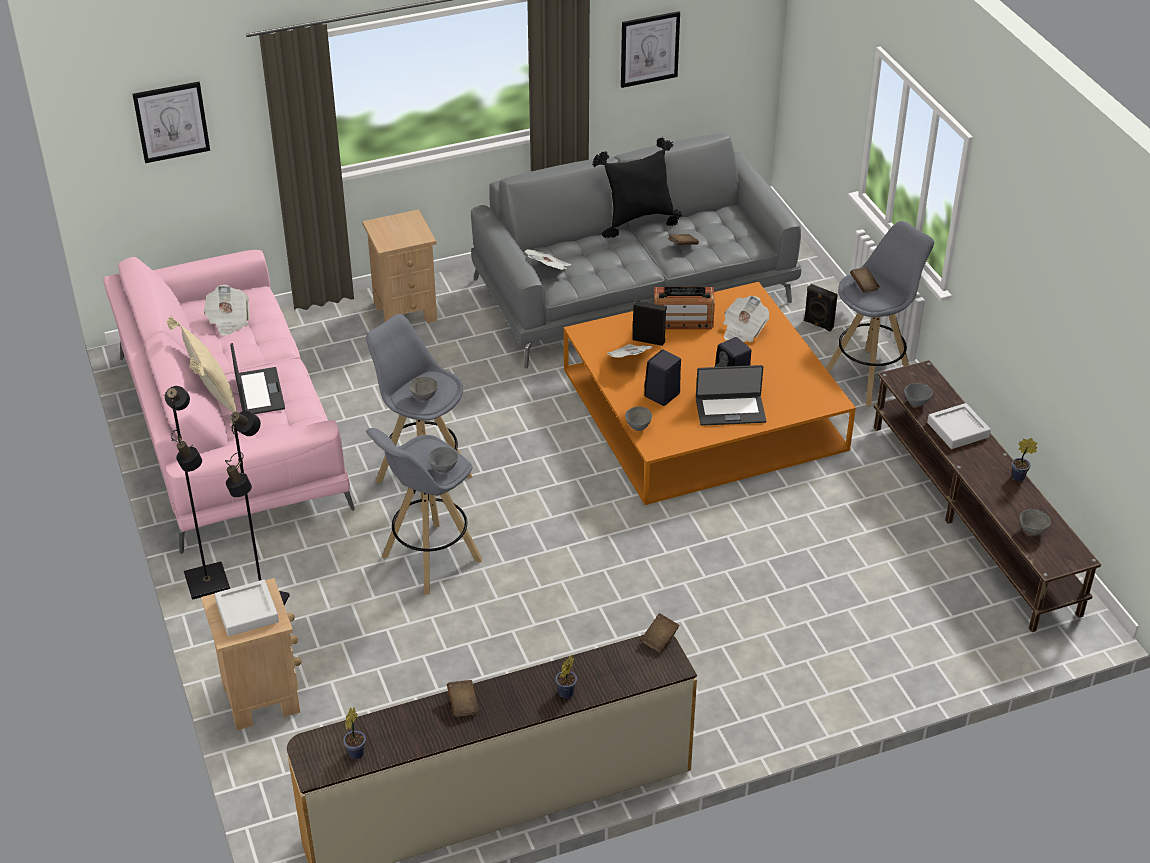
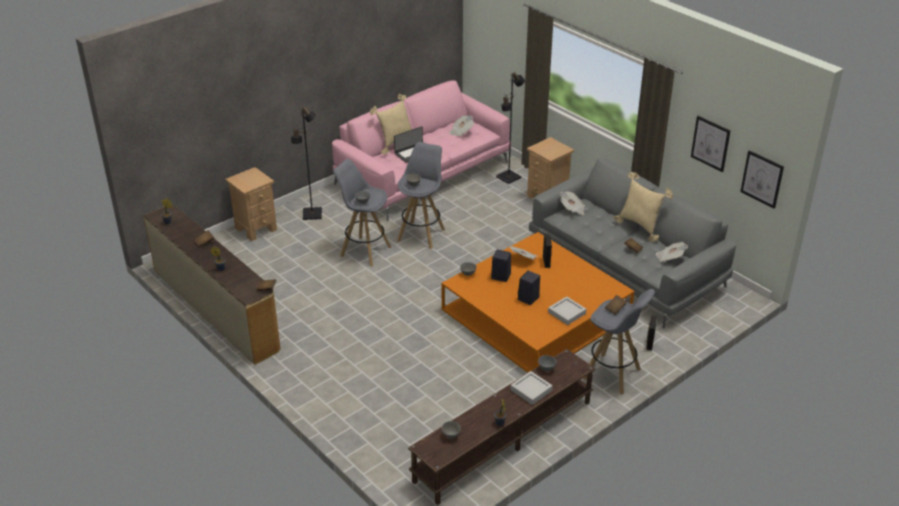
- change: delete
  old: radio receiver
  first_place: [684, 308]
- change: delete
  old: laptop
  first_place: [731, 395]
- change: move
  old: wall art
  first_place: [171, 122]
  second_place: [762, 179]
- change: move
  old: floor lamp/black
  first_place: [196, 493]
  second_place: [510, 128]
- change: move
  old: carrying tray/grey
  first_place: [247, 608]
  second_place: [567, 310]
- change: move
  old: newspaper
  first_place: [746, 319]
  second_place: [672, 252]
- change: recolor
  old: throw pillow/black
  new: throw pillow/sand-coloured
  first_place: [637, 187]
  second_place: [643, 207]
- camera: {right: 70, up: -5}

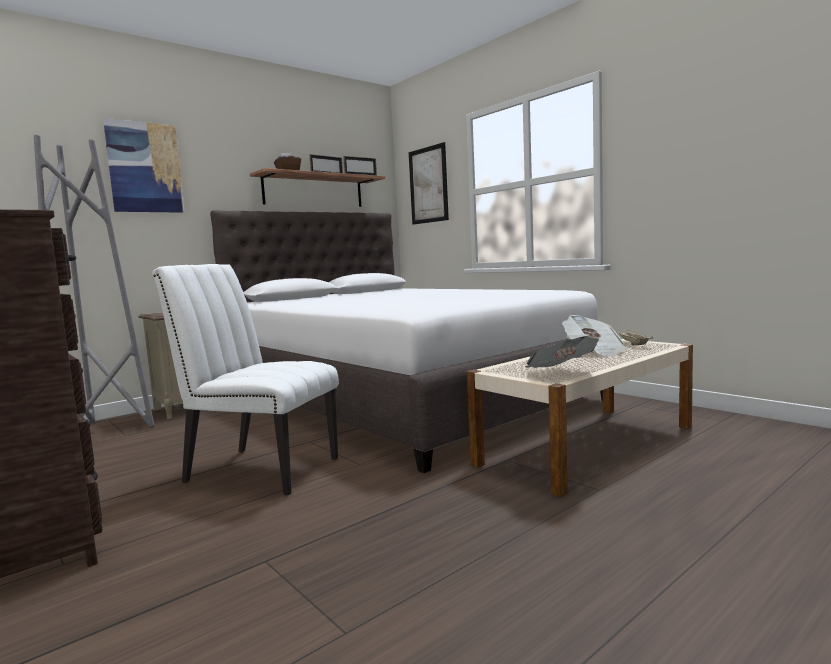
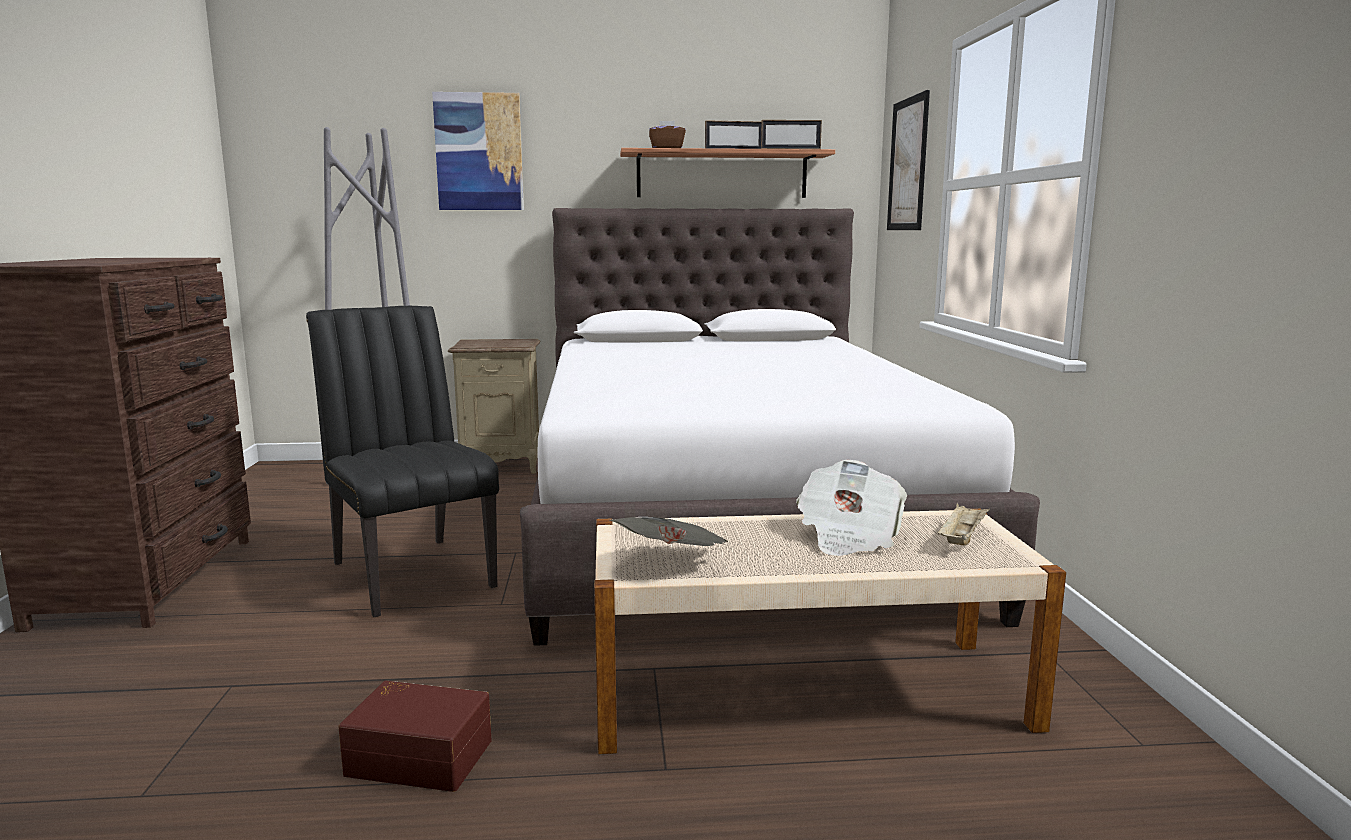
- change: insert
  new: storage bin/brownish
  second_place: [415, 736]
- change: recolor
  old: chair/whitish
  new: chair/black
  first_place: [246, 379]
  second_place: [402, 461]
- camera: {right: 35, up: 5}

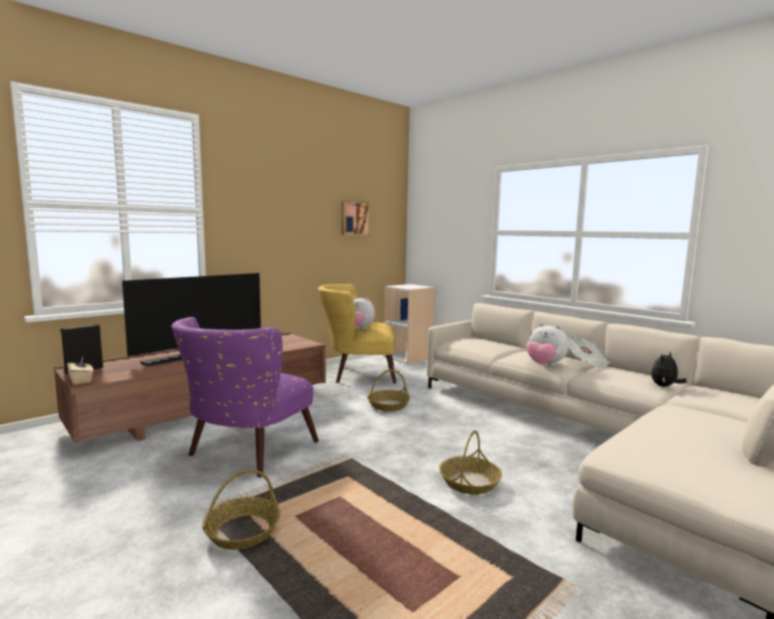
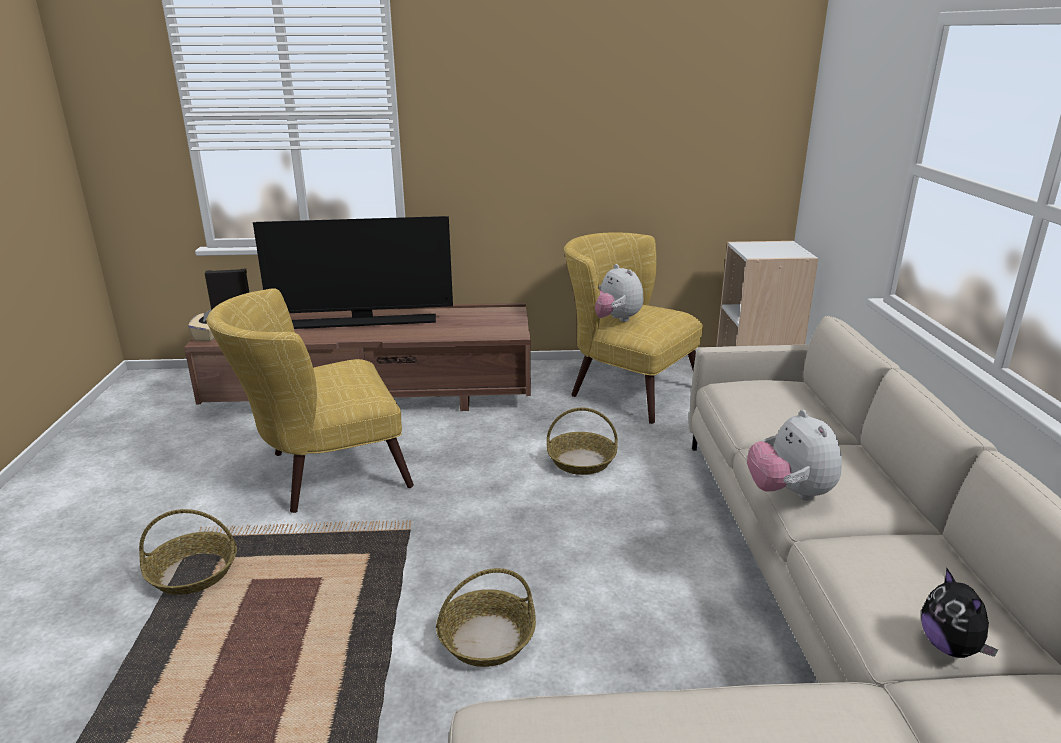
- change: delete
  old: wall art
  first_place: [355, 218]
- change: delete
  old: newspaper
  first_place: [589, 353]
- change: recolor
  old: armchair/purple
  new: armchair/yellow-coloured
  first_place: [245, 397]
  second_place: [310, 400]
- change: rotate
  old: soft toy
  first_place: [669, 369]
  second_place: [959, 613]
  degrees: -105
- camera: {right: 40, up: 15}

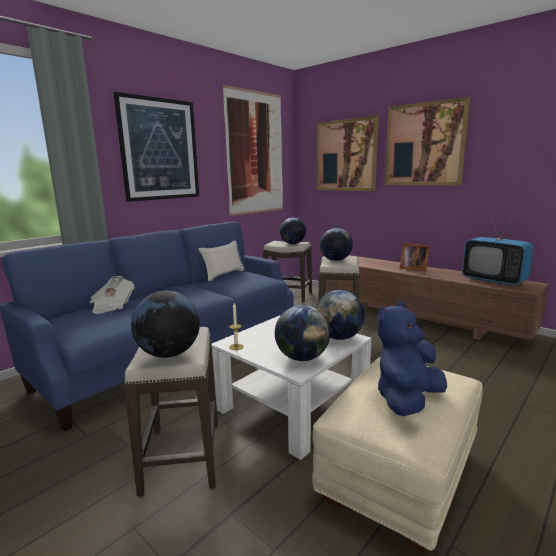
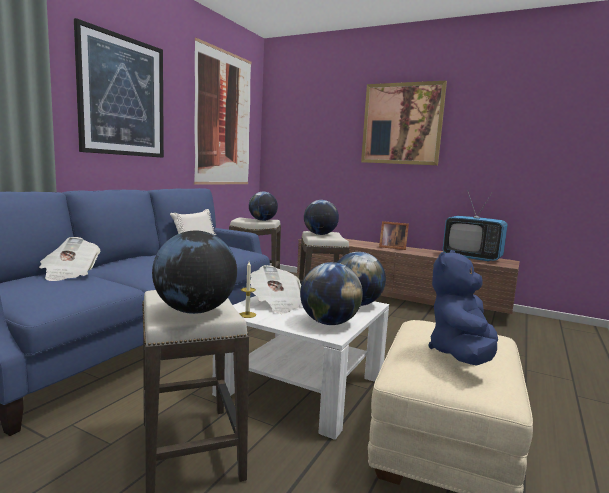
- change: delete
  old: wall art
  first_place: [348, 153]
- change: insert
  new: newspaper
  second_place: [276, 289]
- camera: {right: -15, up: -5}

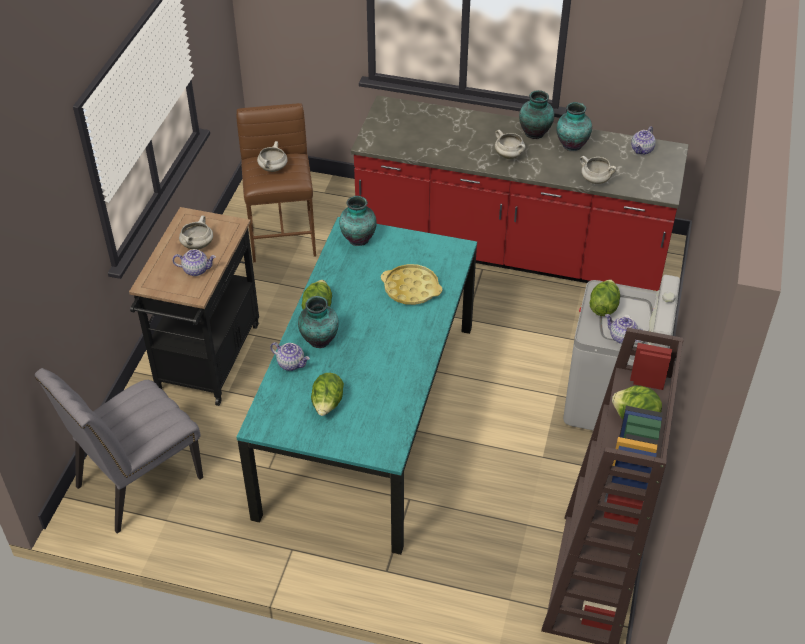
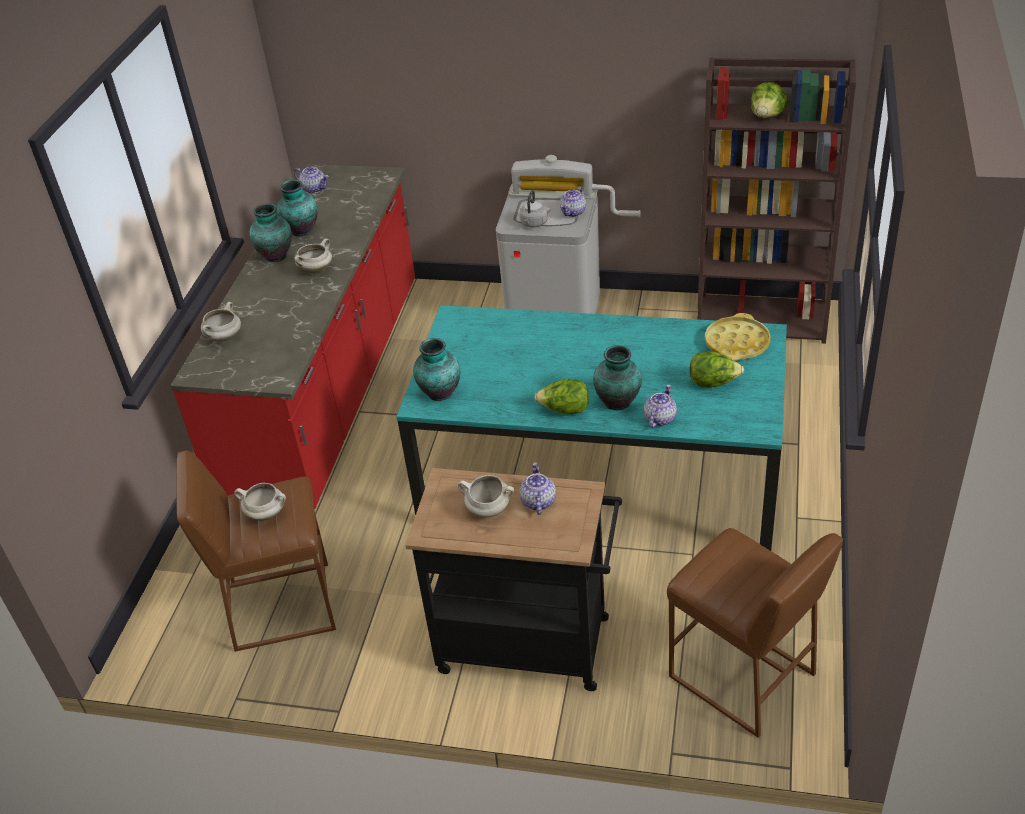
- change: move
  old: carrying tray/yellow-coloured
  first_place: [412, 284]
  second_place: [738, 337]
- change: move
  old: stockpot/whitish
  first_place: [598, 170]
  second_place: [221, 322]
- change: replace
  old: chair/grey
  new: sitting stool/brownish
  first_place: [119, 451]
  second_place: [755, 633]
- change: replace
  old: lettuce head
  new: water kettle/grey
  first_place: [605, 298]
  second_place: [533, 209]
- camera: {right: -90, up: -5}

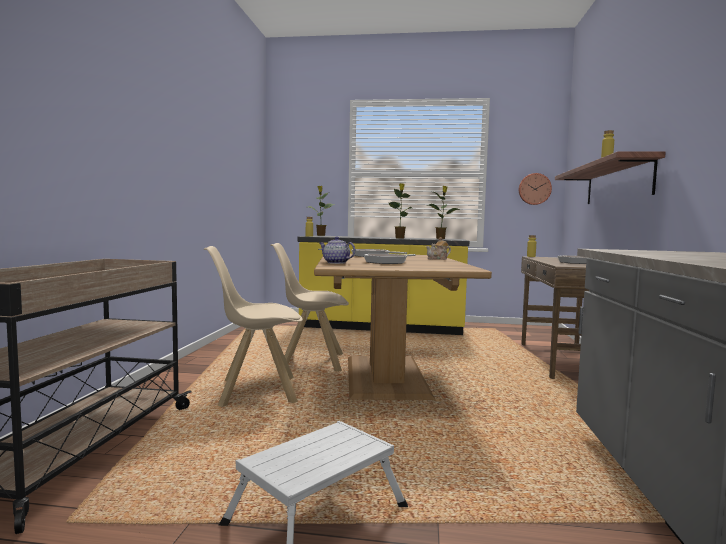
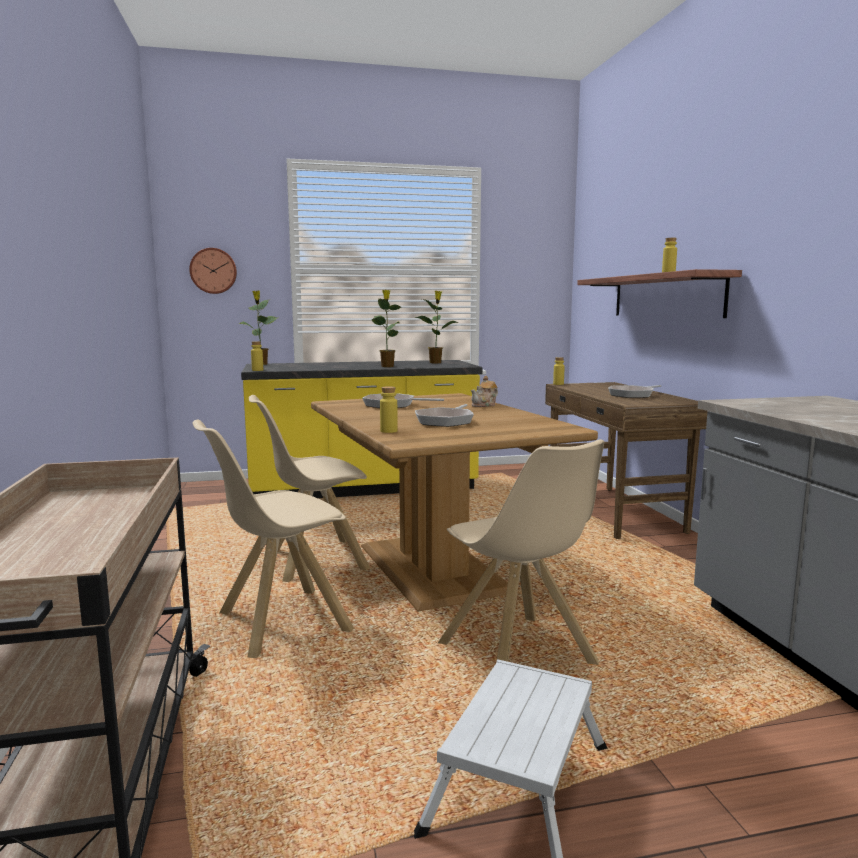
- change: insert
  new: chair/sand-coloured
  second_place: [521, 552]
- change: move
  old: hanging clock
  first_place: [535, 189]
  second_place: [213, 271]
- change: replace
  old: pot for tea
  new: bottle/yellow-coloured
  first_place: [337, 250]
  second_place: [389, 409]
- camera: {right: -20, up: 5}

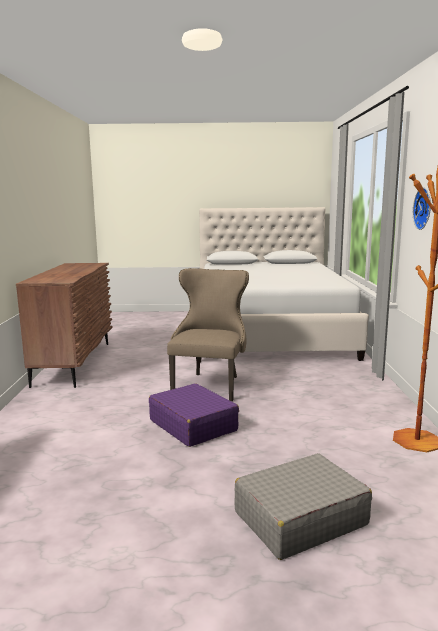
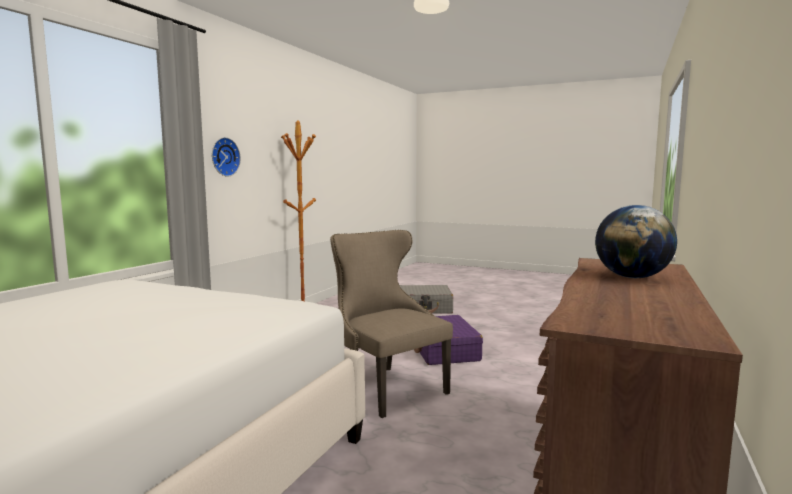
- change: insert
  new: globe
  second_place: [636, 241]
- change: rotate
  old: chair/sand-coloured
  first_place: [208, 334]
  second_place: [391, 324]
  degrees: 105
- camera: {right: -155, up: -5}

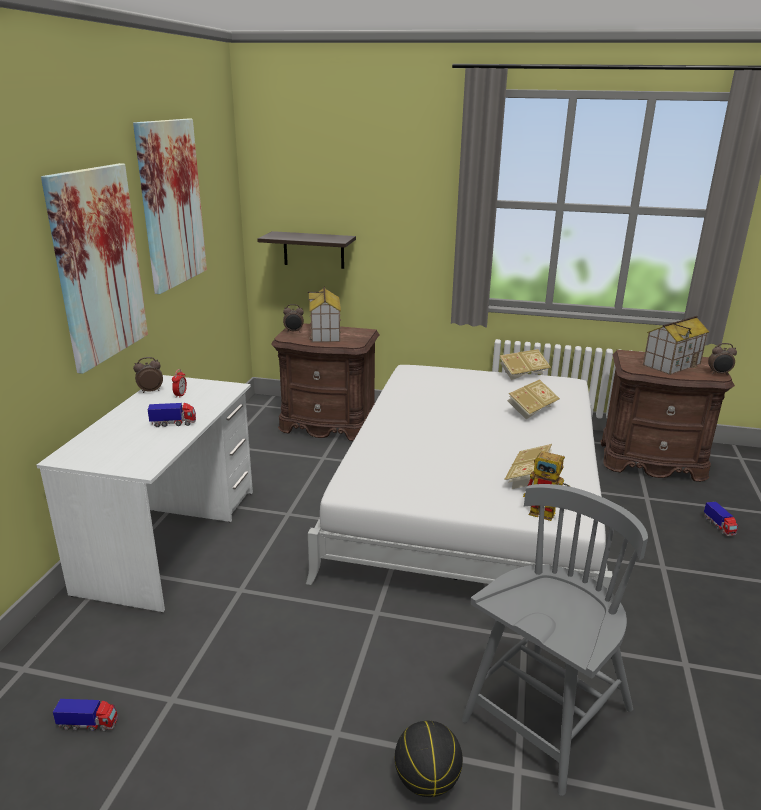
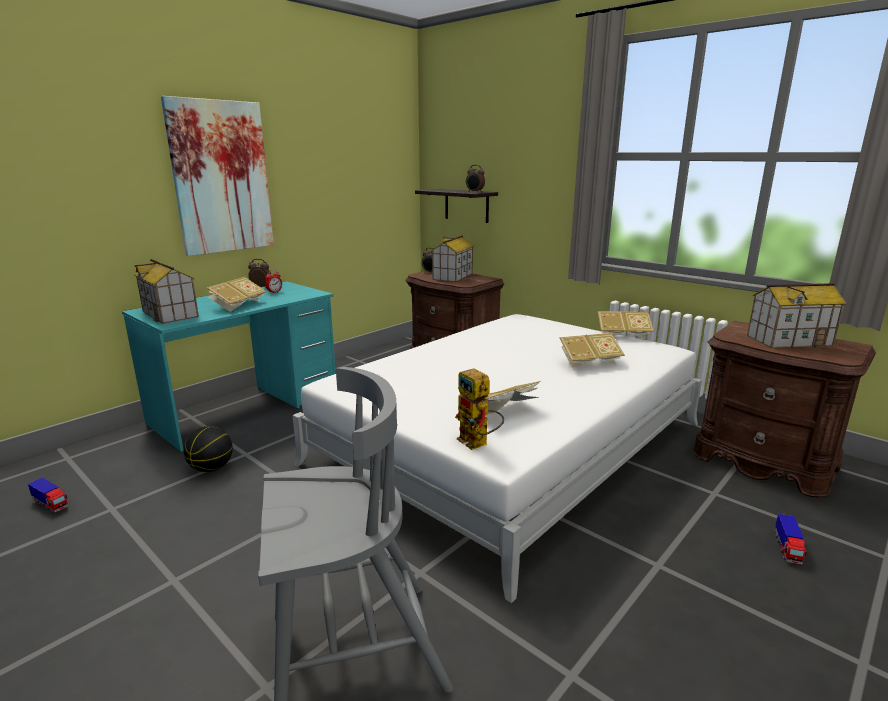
- change: delete
  old: wall art
  first_place: [170, 206]
- change: insert
  new: model house
  second_place: [166, 291]
- change: move
  old: basketball
  first_place: [429, 759]
  second_place: [208, 449]
- change: move
  old: table clock
  first_place: [722, 359]
  second_place: [475, 179]
- change: replace
  old: model truck
  new: bound book
  first_place: [172, 415]
  second_place: [237, 294]
- change: recolor
  old: desk unit/whitish
  new: desk unit/turquoise-coloured
  first_place: [144, 493]
  second_place: [229, 366]
- camera: {right: 30, up: -5}

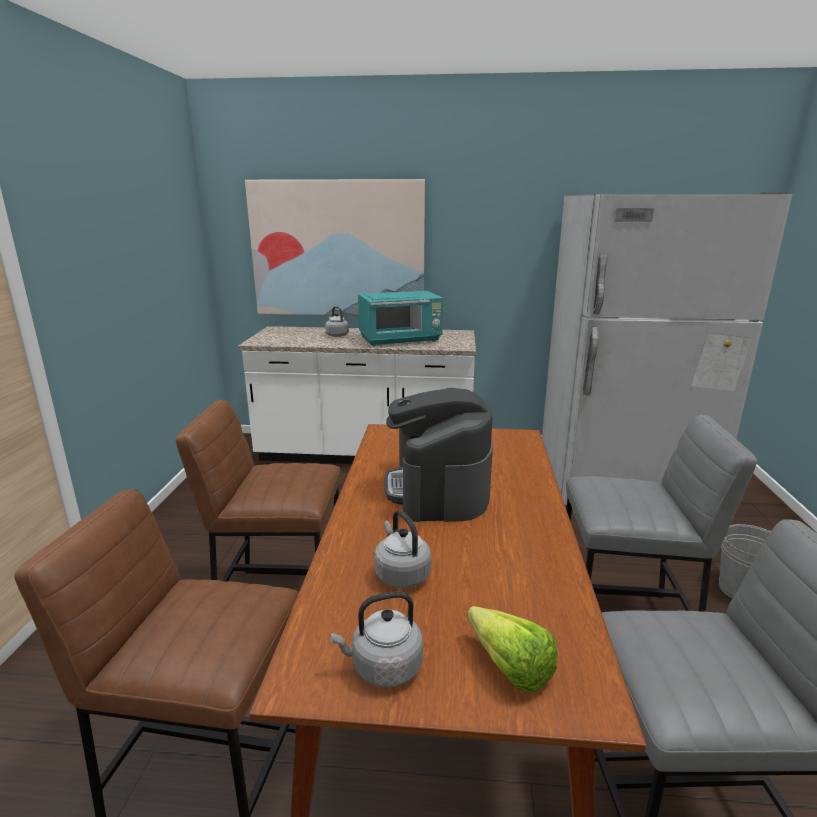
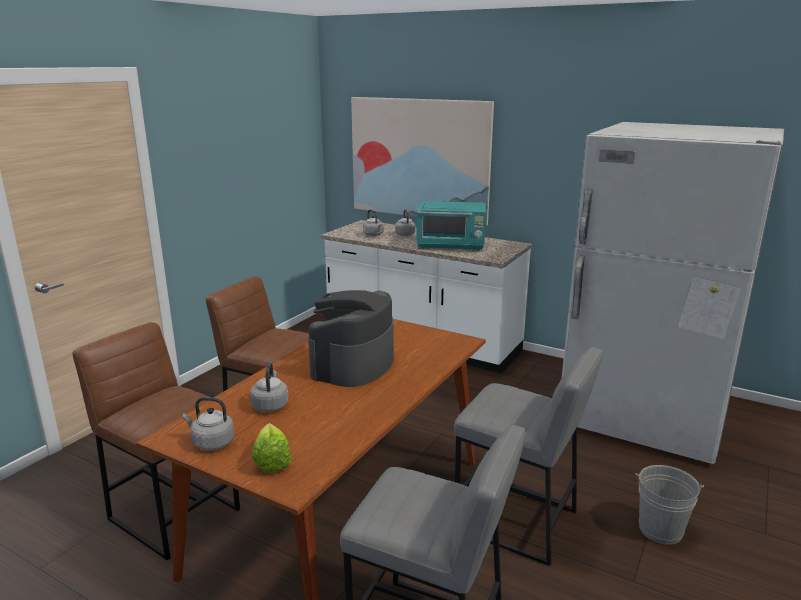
- change: insert
  new: water kettle/grey
  second_place: [373, 222]
- camera: {right: 25, up: 0}

